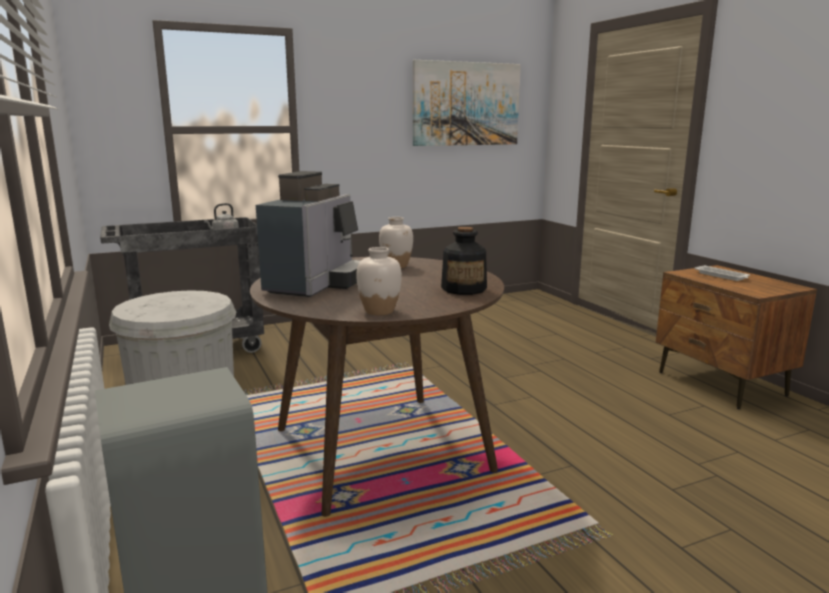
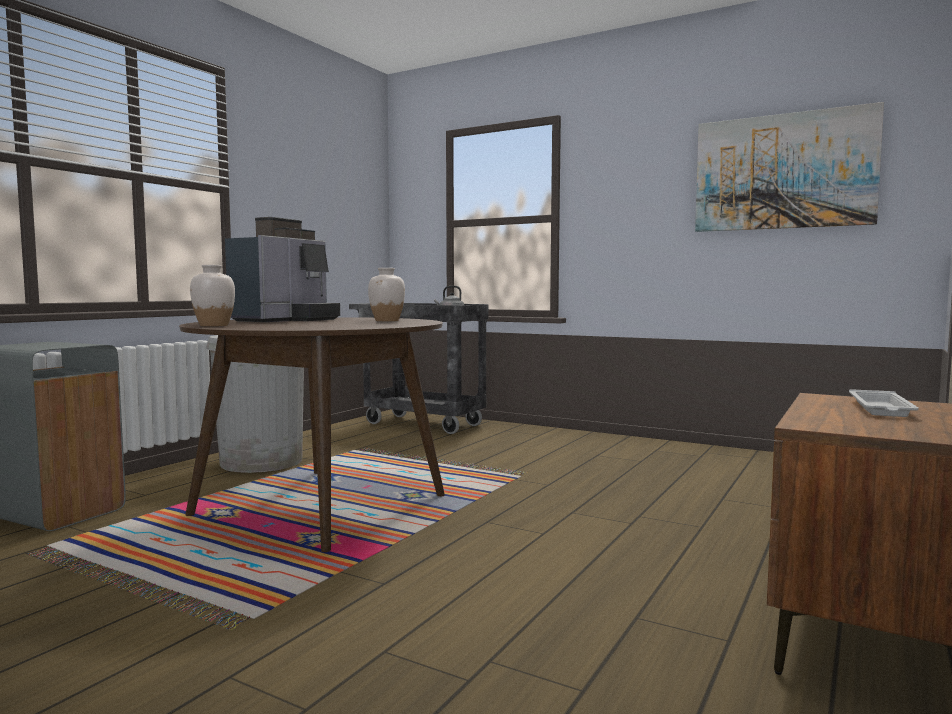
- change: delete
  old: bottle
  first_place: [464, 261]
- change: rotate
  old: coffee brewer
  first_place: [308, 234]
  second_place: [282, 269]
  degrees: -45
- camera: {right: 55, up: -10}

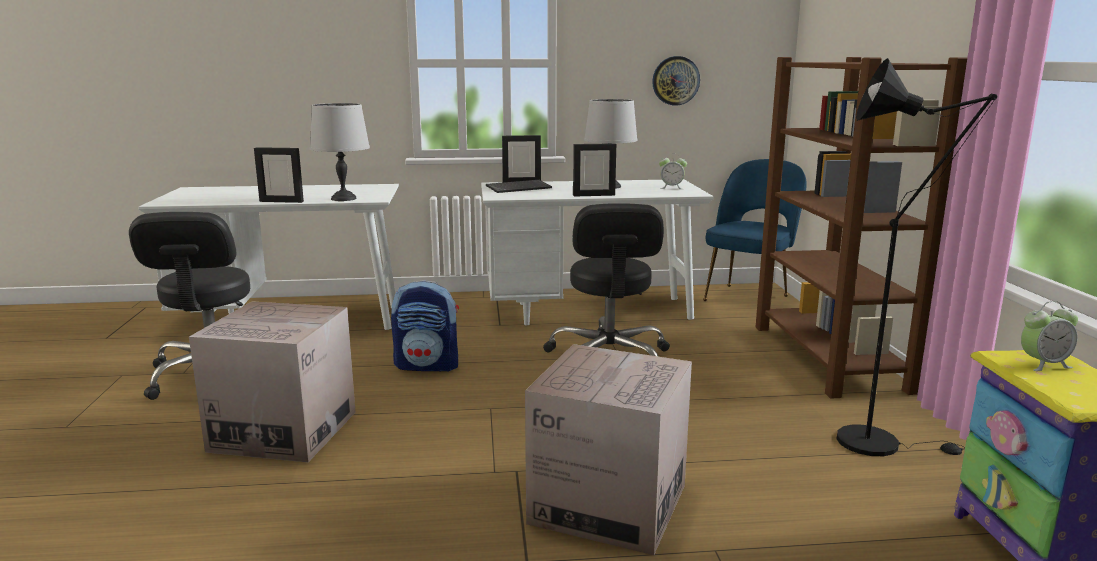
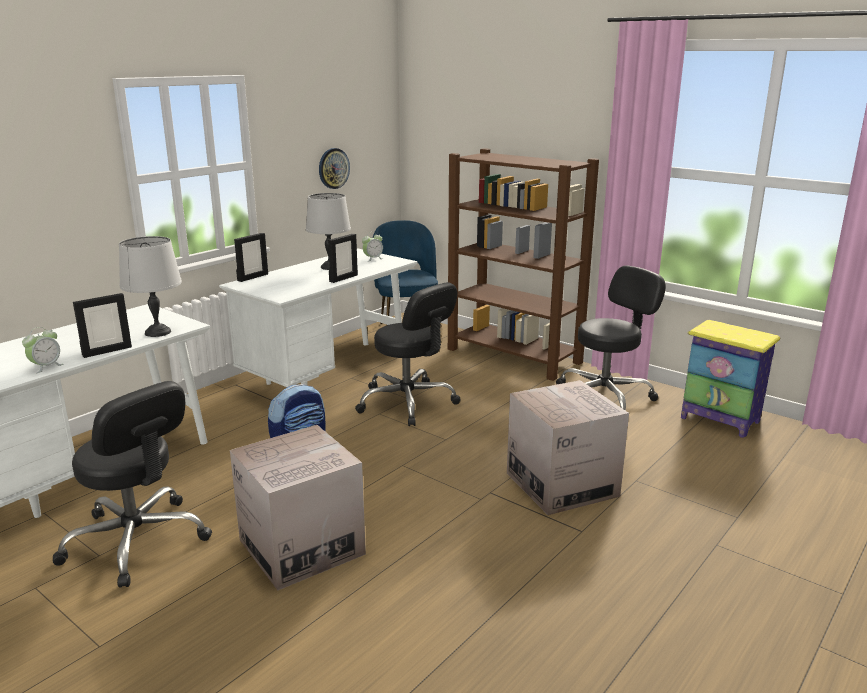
- change: delete
  old: keyboard
  first_place: [519, 186]
- change: move
  old: table clock
  first_place: [1049, 336]
  second_place: [42, 350]
- change: replace
  old: floor lamp/black
  new: desk chair/black
  first_place: [917, 257]
  second_place: [611, 338]
- camera: {right: -45, up: 5}

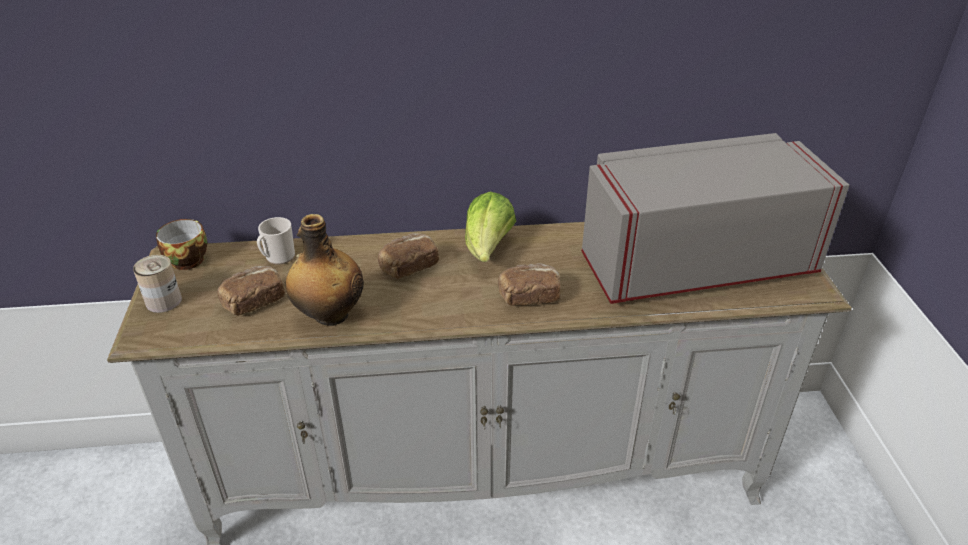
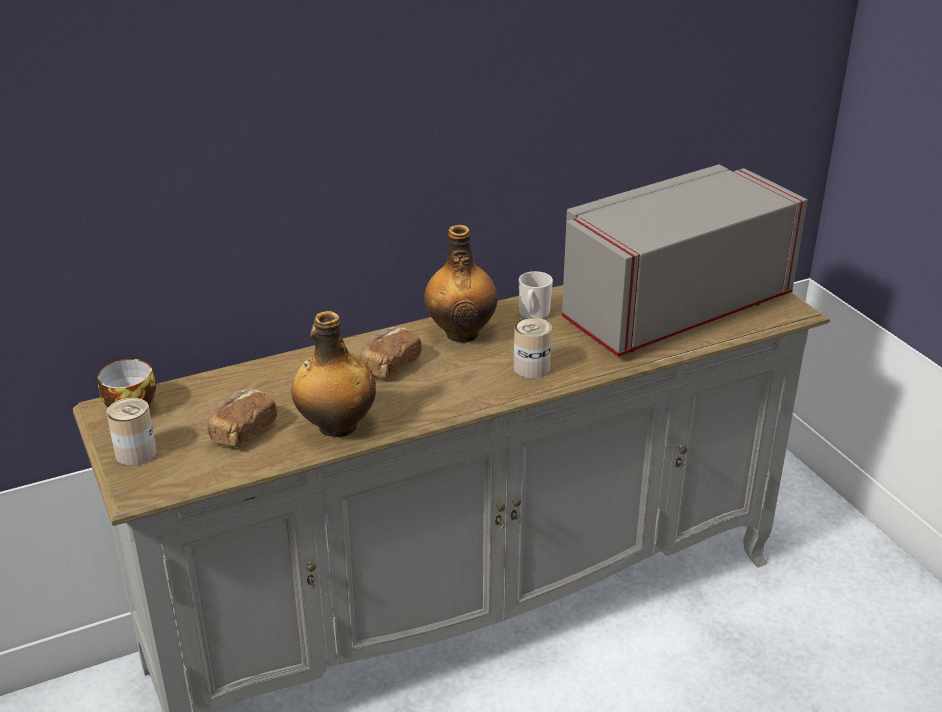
- change: move
  old: tea mug
  first_place: [276, 240]
  second_place: [536, 295]
- change: replace
  old: lettuce head
  new: bottle
  first_place: [490, 227]
  second_place: [461, 284]
- change: replace
  old: bread
  new: sealed can
  first_place: [529, 285]
  second_place: [533, 347]
- camera: {right: -20, up: -5}

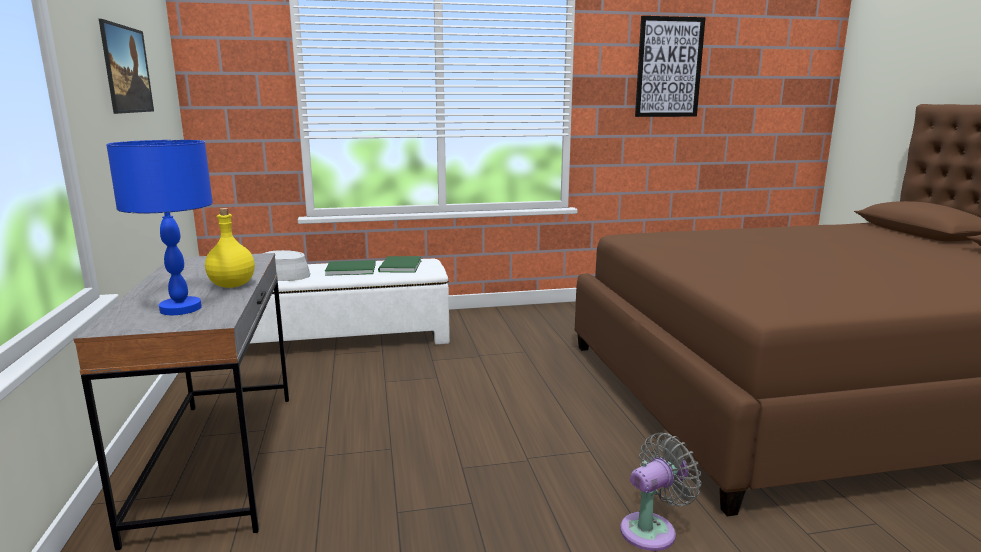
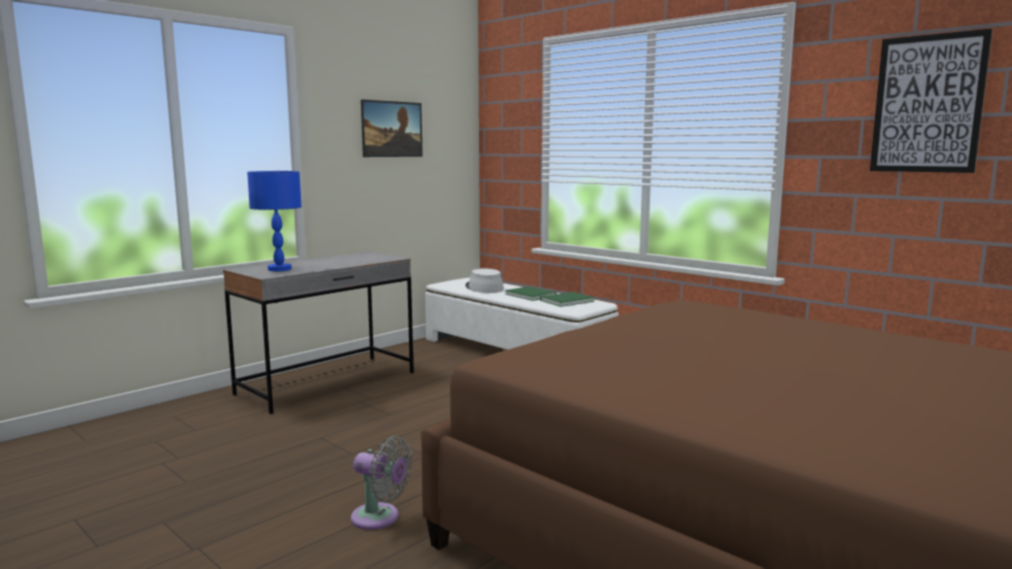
- change: delete
  old: bottle/yellow-coloured
  first_place: [230, 248]
- camera: {right: 55, up: -5}

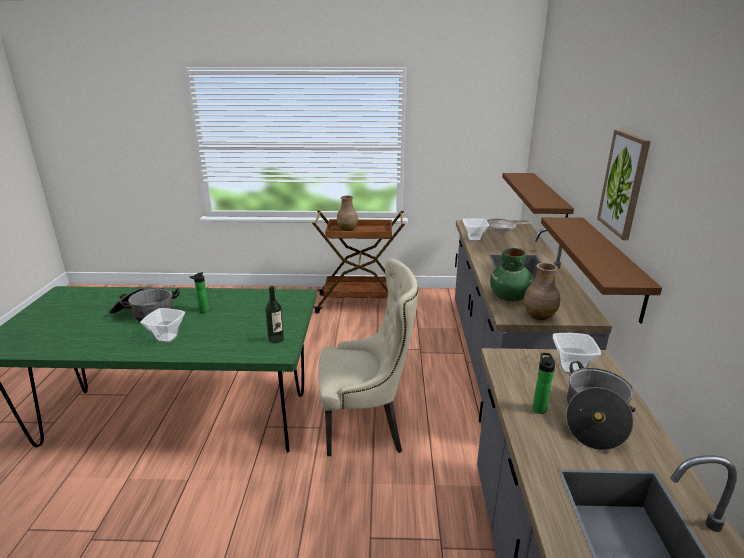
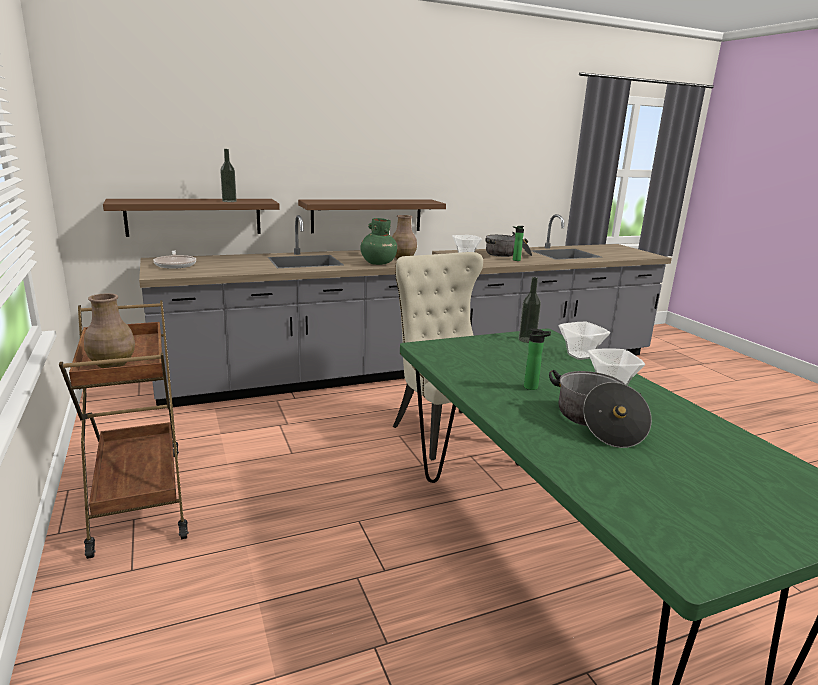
- change: delete
  old: wall art
  first_place: [624, 185]
- change: insert
  new: bottle
  second_place: [228, 175]
- change: move
  old: serving bowl
  first_place: [476, 229]
  second_place: [584, 341]
- camera: {right: -115, up: -5}

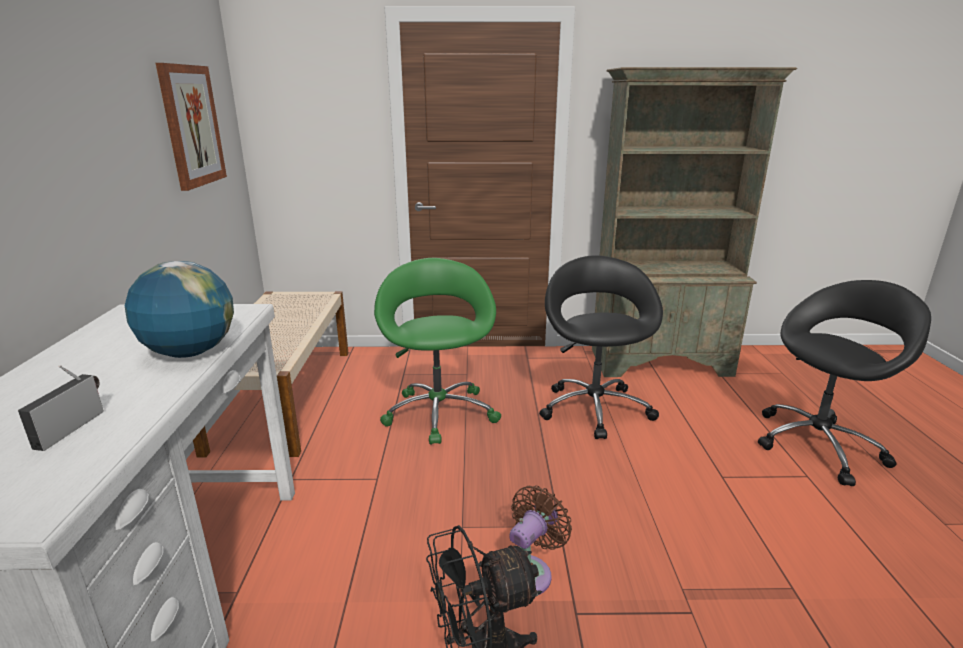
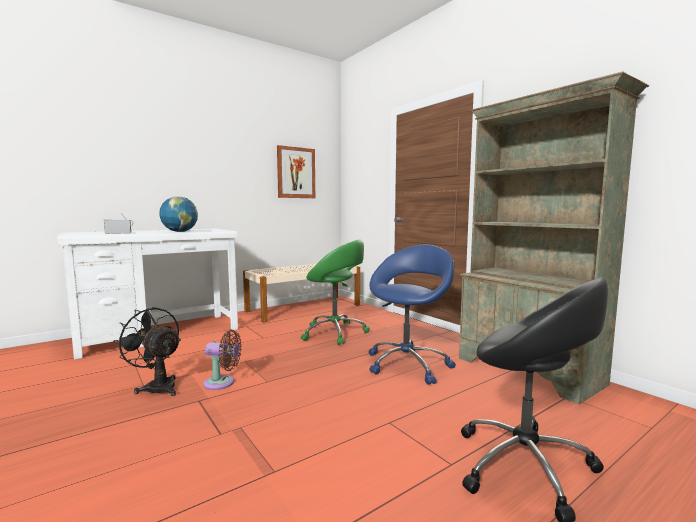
- change: recolor
  old: desk chair/black
  new: desk chair/blue-coloured
  first_place: [601, 347]
  second_place: [412, 315]
- change: rotate
  old: desk chair/green-coloured
  first_place: [437, 351]
  second_place: [335, 292]
  degrees: 75
- camera: {right: 55, up: -15}

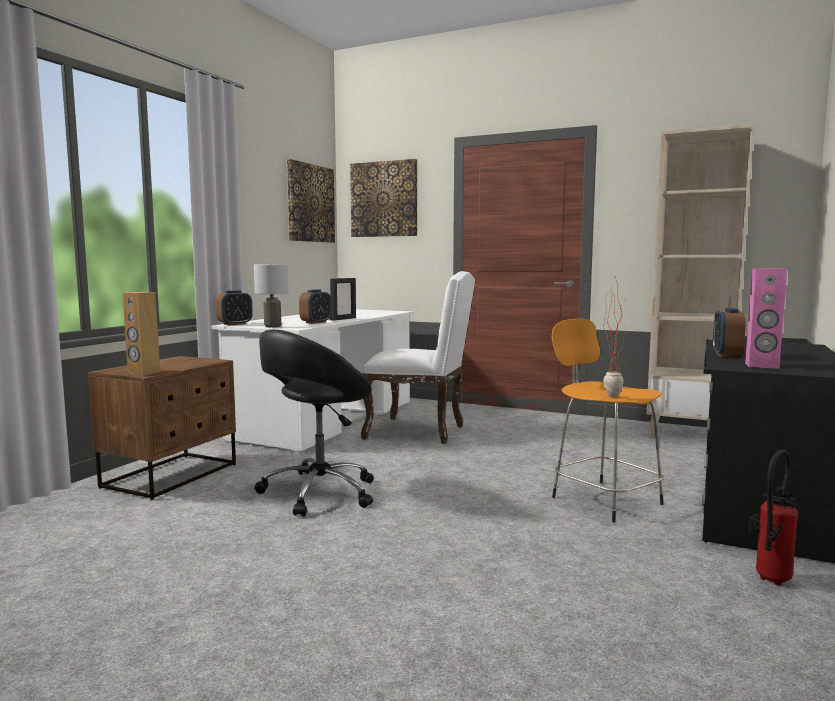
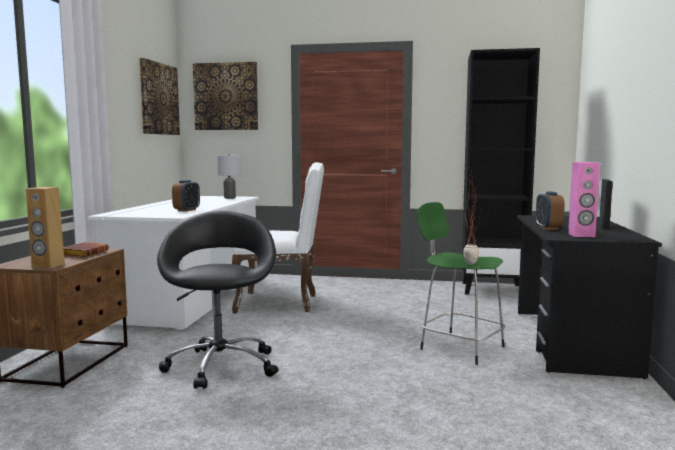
- change: delete
  old: table clock
  first_place: [234, 307]
- change: delete
  old: extinguisher
  first_place: [773, 517]
- change: insert
  new: bound book/brownish
  second_place: [86, 249]
- change: move
  old: tabletop lamp/whitish
  first_place: [271, 295]
  second_place: [229, 176]
- change: move
  old: picture frame
  first_place: [343, 299]
  second_place: [606, 204]
- change: recolor
  old: sitting stool/orange
  new: sitting stool/green-coloured
  first_place: [608, 420]
  second_place: [461, 283]
- change: recolor
  old: shelving unit/sand-coloured
  new: shelving unit/black
  first_place: [700, 281]
  second_place: [501, 171]
- change: rotate
  old: desk chair/black
  first_place: [314, 422]
  second_place: [218, 300]
  degrees: 150
- camera: {right: -15, up: 0}

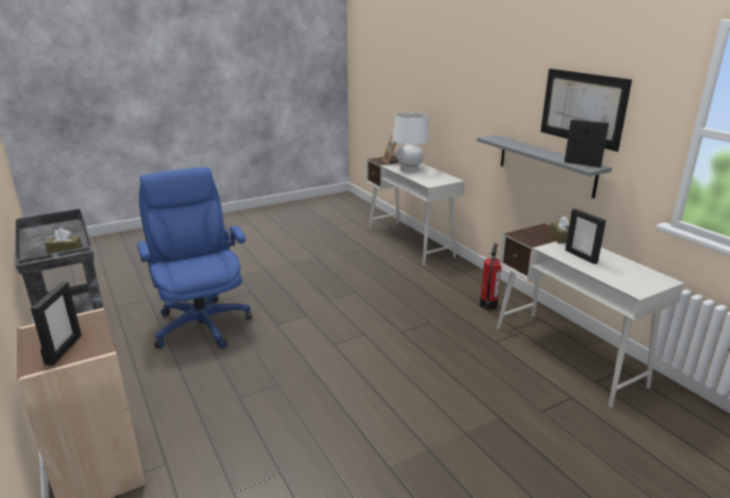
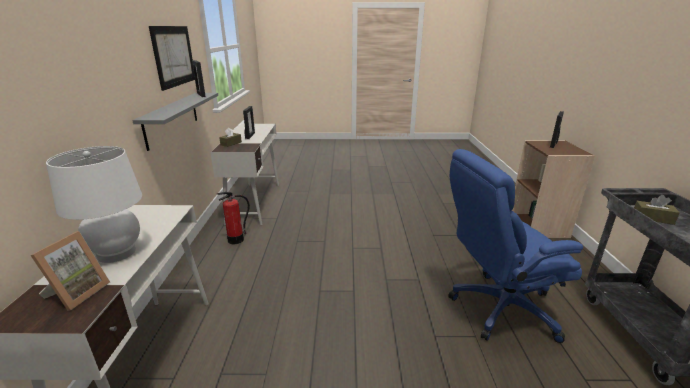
- change: rotate
  old: desk chair/blue-coloured
  first_place: [194, 258]
  second_place: [515, 246]
  degrees: 75
- camera: {right: -150, up: 0}

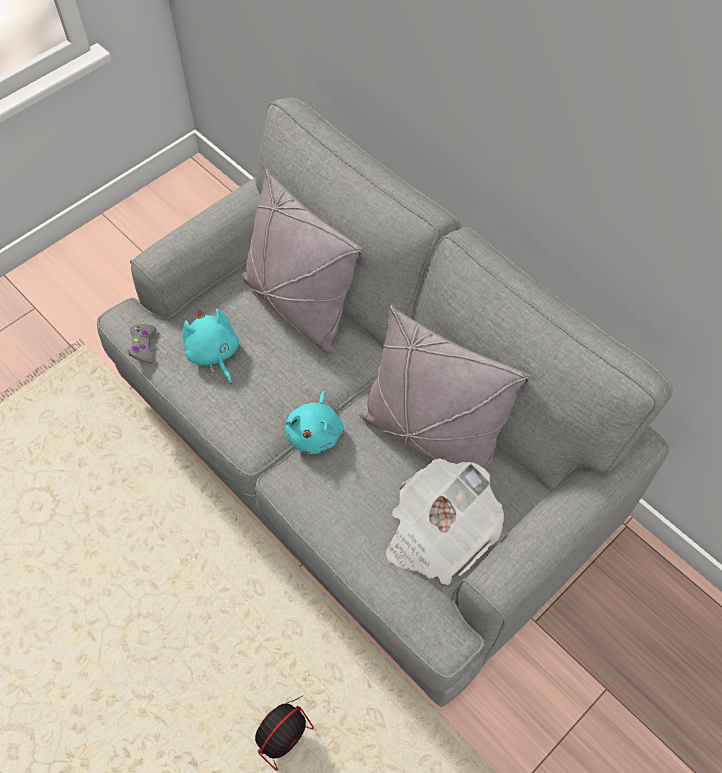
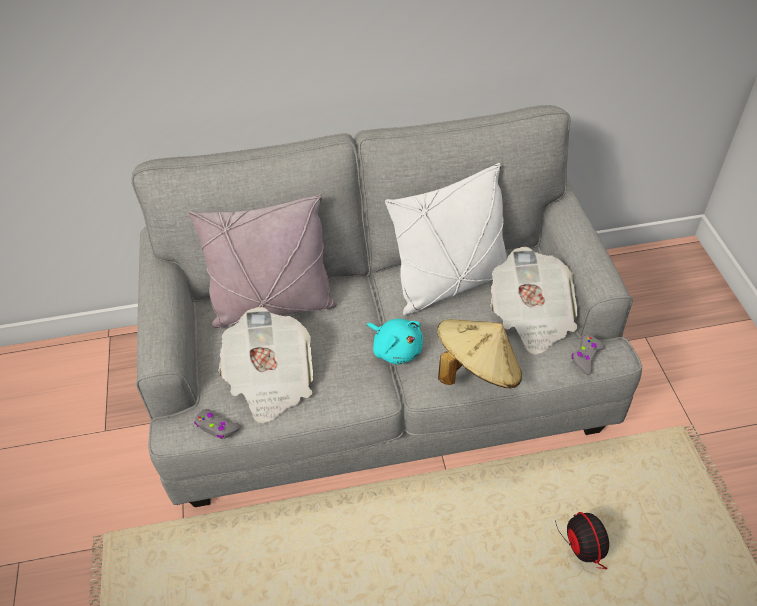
- change: insert
  new: wearable hat/sand-coloured
  second_place: [479, 353]
- change: insert
  new: gamepad/grey
  second_place: [588, 355]
- change: replace
  old: soft toy/turquoise-coloured
  new: newspaper
  first_place: [210, 346]
  second_place: [265, 365]
- change: recolor
  old: throw pillow/purple
  new: throw pillow/whitish
  first_place: [444, 387]
  second_place: [446, 239]
- camera: {right: -55, up: -10}

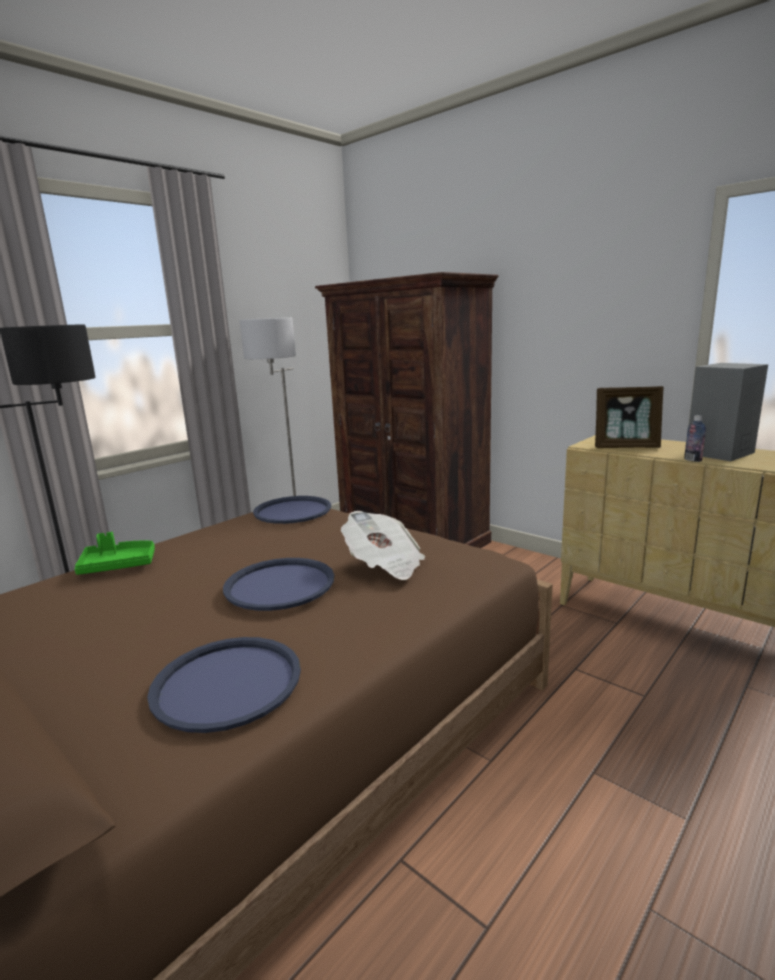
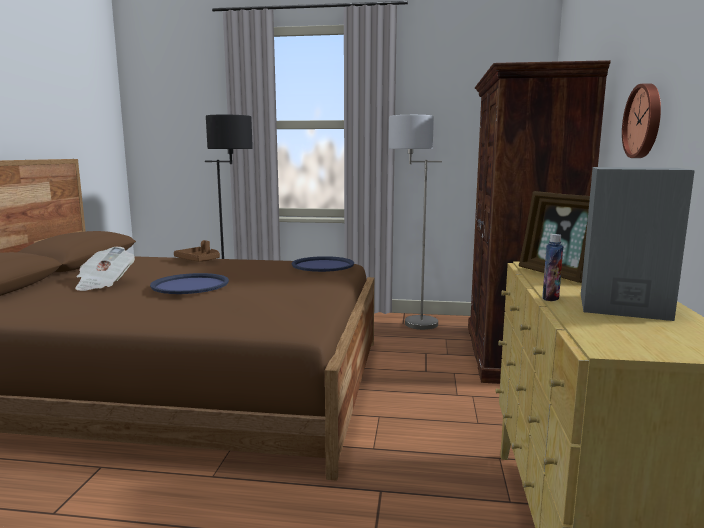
- change: delete
  old: carrying tray/blue-coloured
  first_place: [224, 685]
- change: insert
  new: hanging clock
  second_place: [641, 120]
- change: move
  old: newspaper
  first_place: [383, 545]
  second_place: [105, 269]
- change: recolor
  old: carrying tray/green-coloured
  new: carrying tray/brownish
  first_place: [114, 553]
  second_place: [197, 251]
- camera: {right: 55, up: -5}

